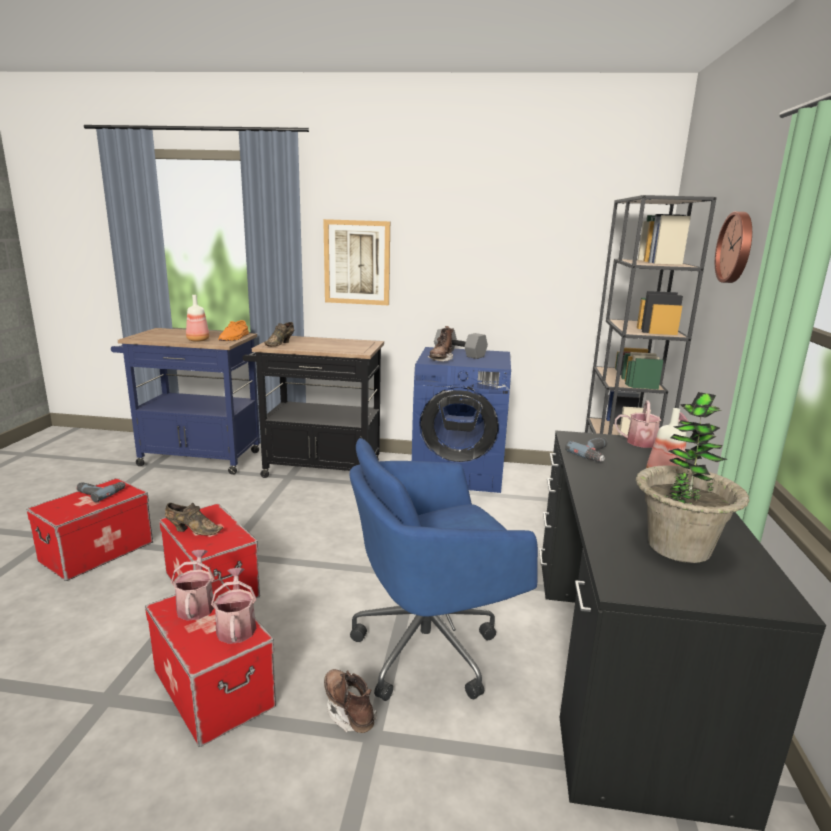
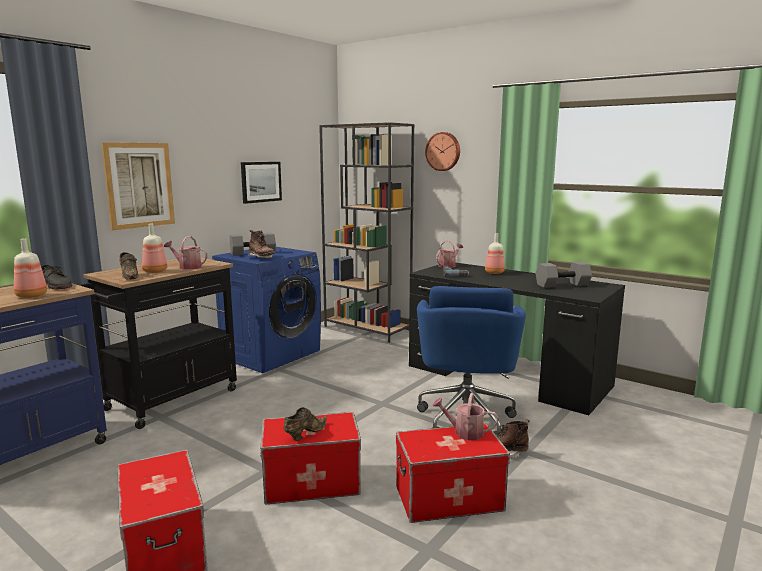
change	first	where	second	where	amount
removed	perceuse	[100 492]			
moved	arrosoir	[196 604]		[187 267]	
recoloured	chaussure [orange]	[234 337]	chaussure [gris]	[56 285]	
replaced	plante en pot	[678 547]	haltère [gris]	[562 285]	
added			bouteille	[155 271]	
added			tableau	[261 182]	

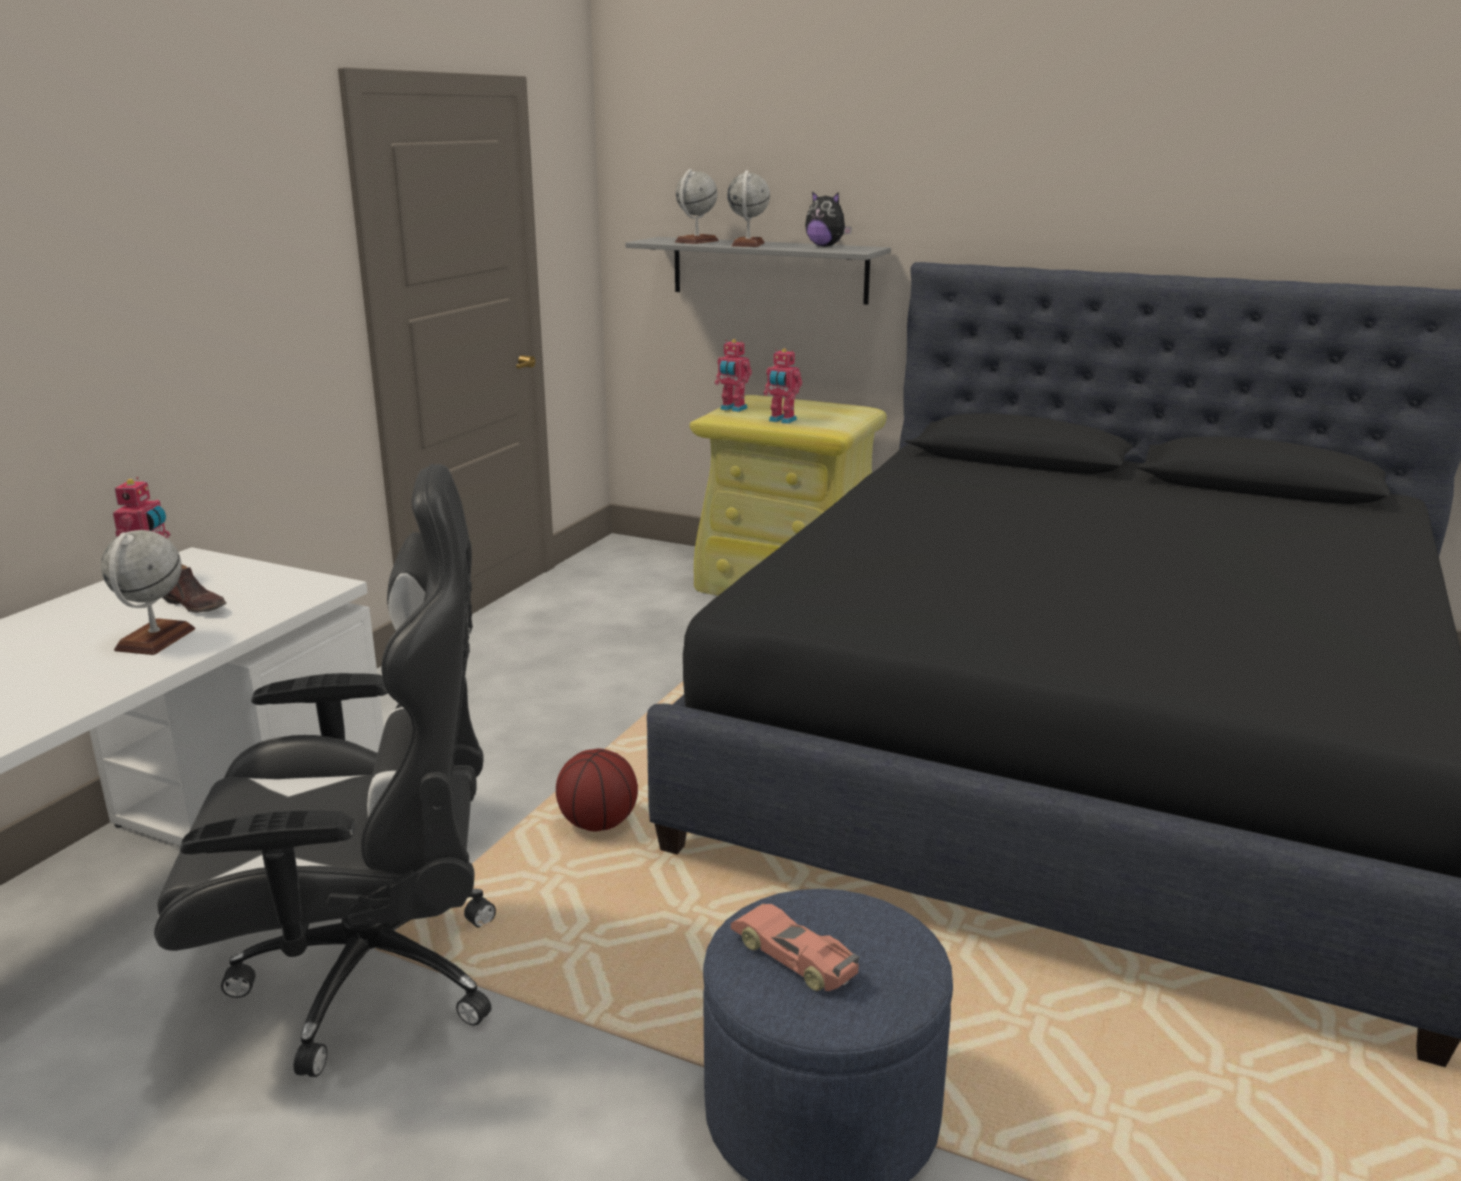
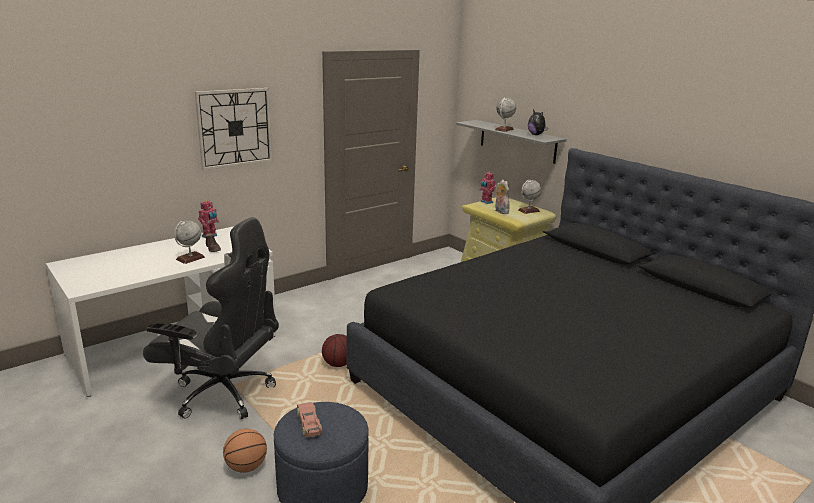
change	first	where	second	where	amount
moved	globe	[696 241]		[528 210]	
replaced	robot jouet	[782 420]	peluche	[500 211]	
added			horloge murale	[235 128]	
added			ballon de basket	[246 467]	

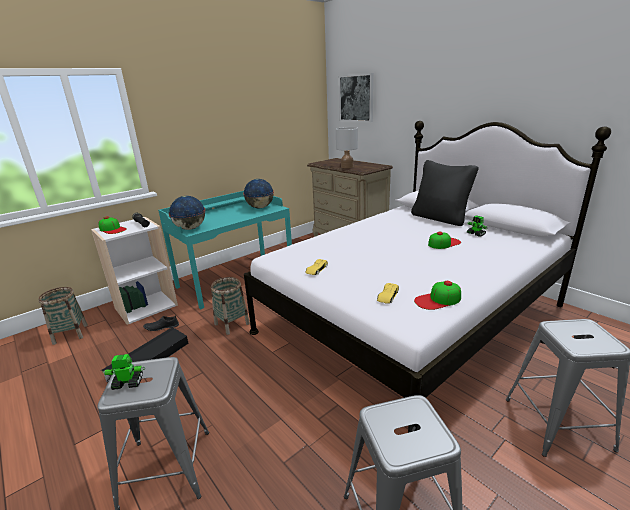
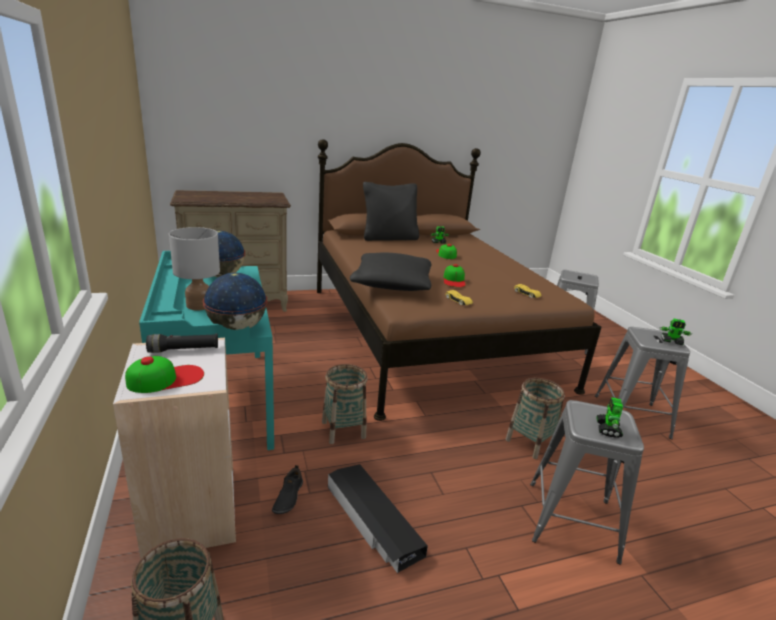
change	first	where	second	where	amount
recoloured	lit [blanc]	[410 319]	lit [marron]	[428 334]	
moved	lampe de table [gris]	[347 167]		[200 305]	
removed	tableau	[356 98]			
moved	casquette	[438 300]		[454 280]	
added			coussin [noir]	[392 284]	
added			panier	[530 442]	
added			robot jouet	[671 341]	

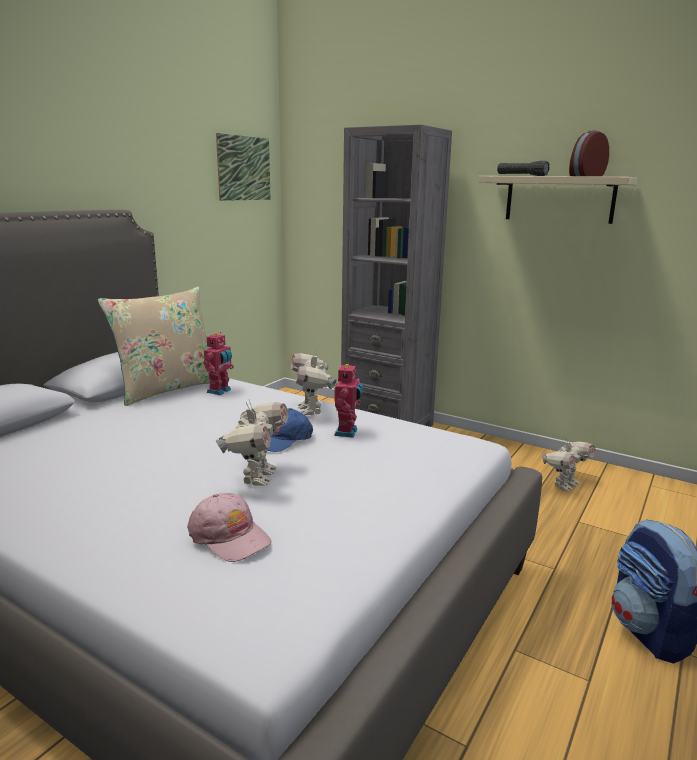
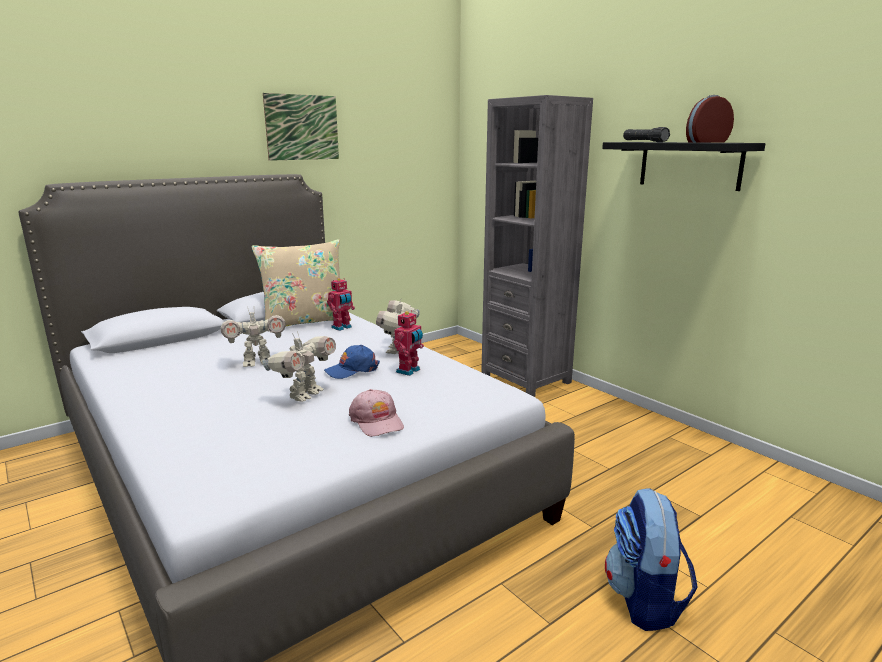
change	first	where	second	where	amount
moved	casquette [rose]	[229 536]		[377 421]	
moved	tableau	[244 168]		[302 127]	
recoloured	étagère [beige]	[559 199]	étagère [noir]	[689 165]	
moved	robot jouet	[564 485]		[257 363]	

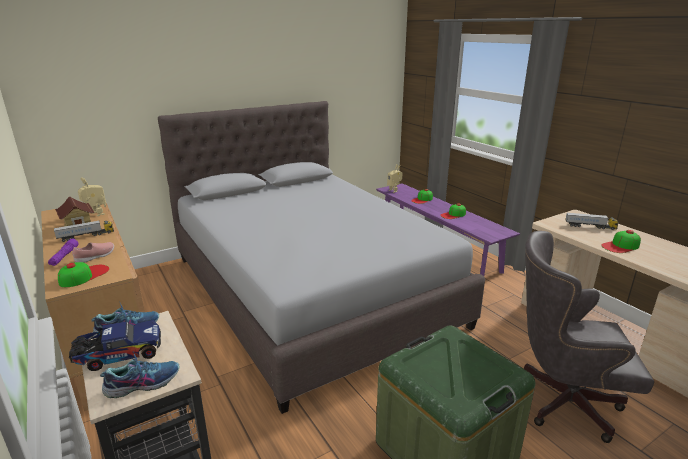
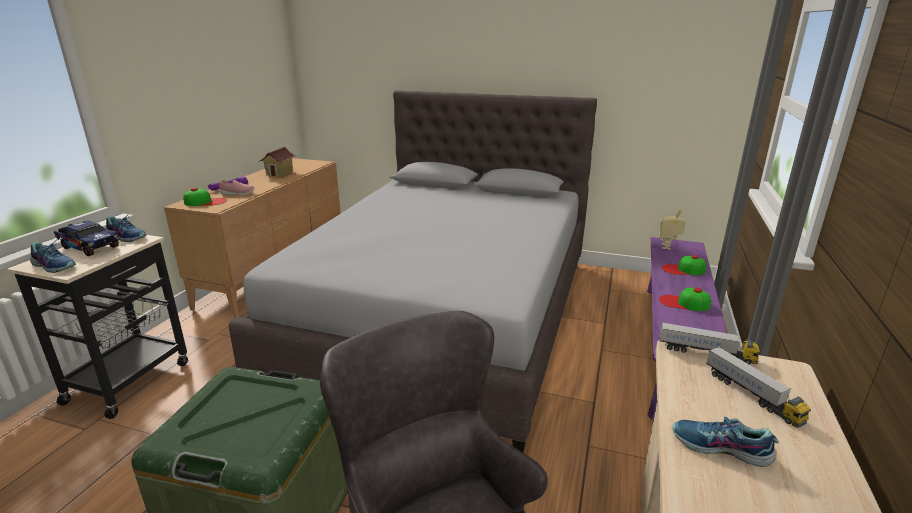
change	first	where	second	where	amount
moved	camion jouet	[86 236]		[706 353]	
removed	robot jouet	[96 214]			
replaced	casquette	[621 246]	chaussure	[720 448]	

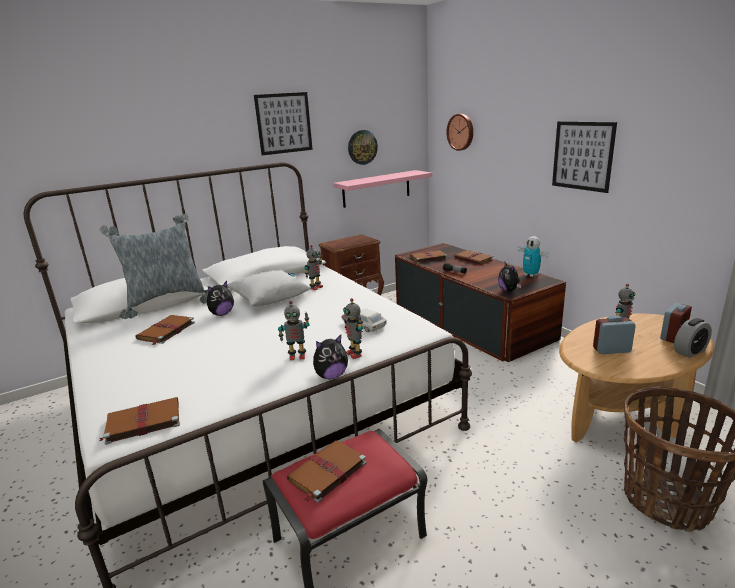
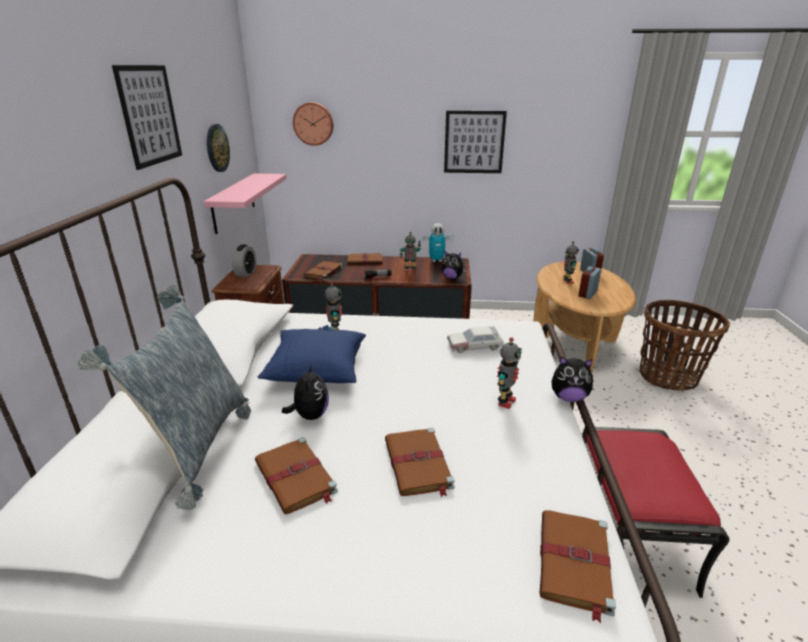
change	first	where	second	where	amount
recoloured	coussin [gris]	[269 298]	coussin [bleu]	[317 370]	
moved	livre [marron]	[326 472]		[418 464]	
turned	peluche	[331 376]		[568 398]	90 degrees clockwise
moved	robot jouet	[355 354]		[410 270]	
moved	réveil	[689 351]		[246 273]	

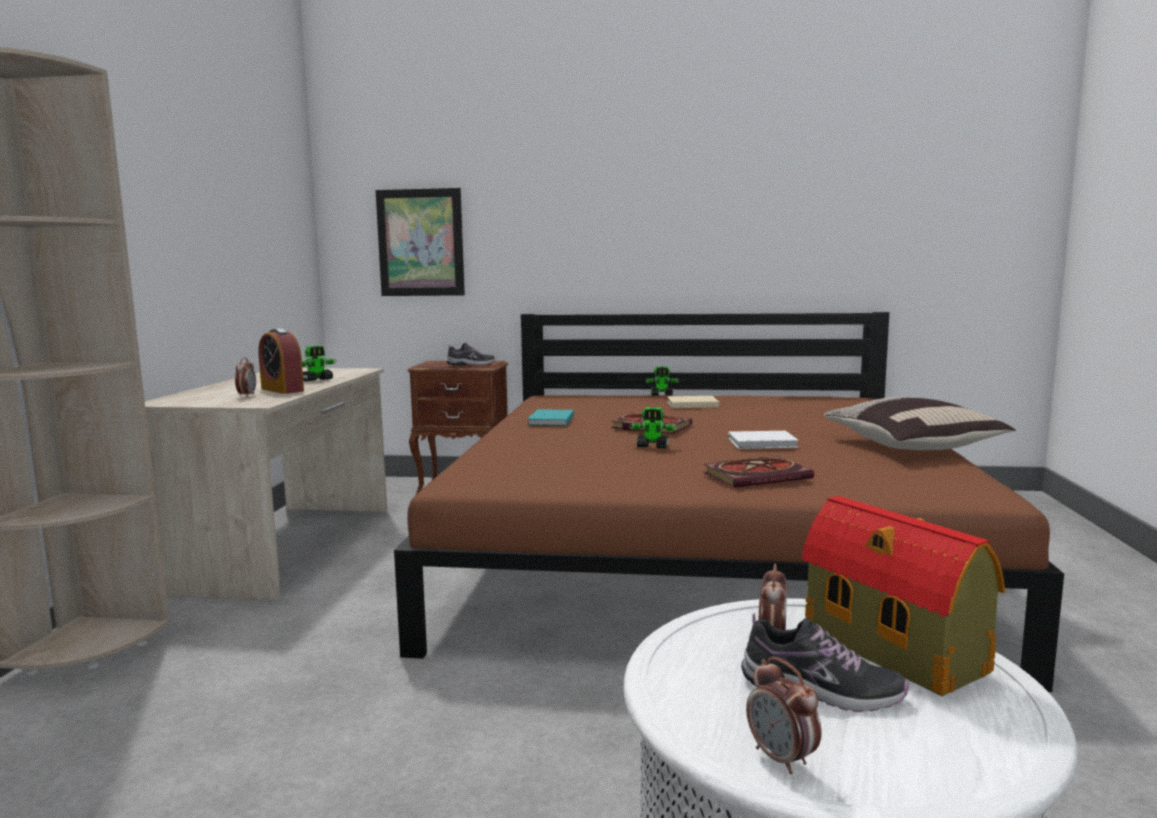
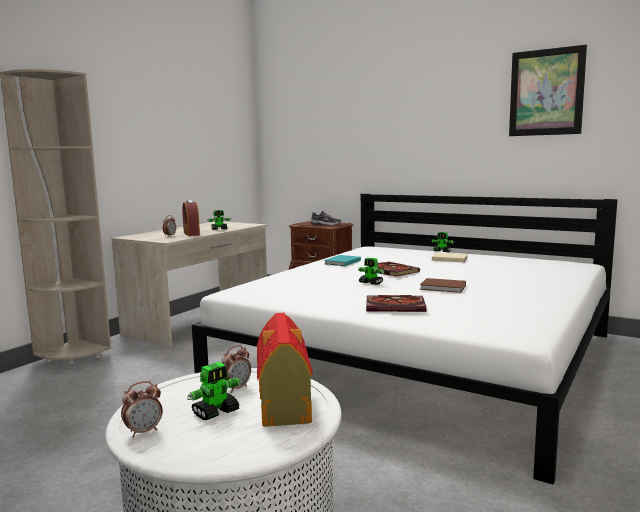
change	first	where	second	where	amount
moved	tableau	[420 243]		[546 92]	
recoloured	lit [marron]	[702 551]	lit [blanc]	[422 357]	
recoloured	livre [blanc]	[764 443]	livre [marron]	[444 288]	
replaced	chaussure	[821 690]	robot jouet	[216 412]	
turned	réveil	[781 759]		[144 431]	120 degrees counterclockwise
removed	coussin	[912 446]			

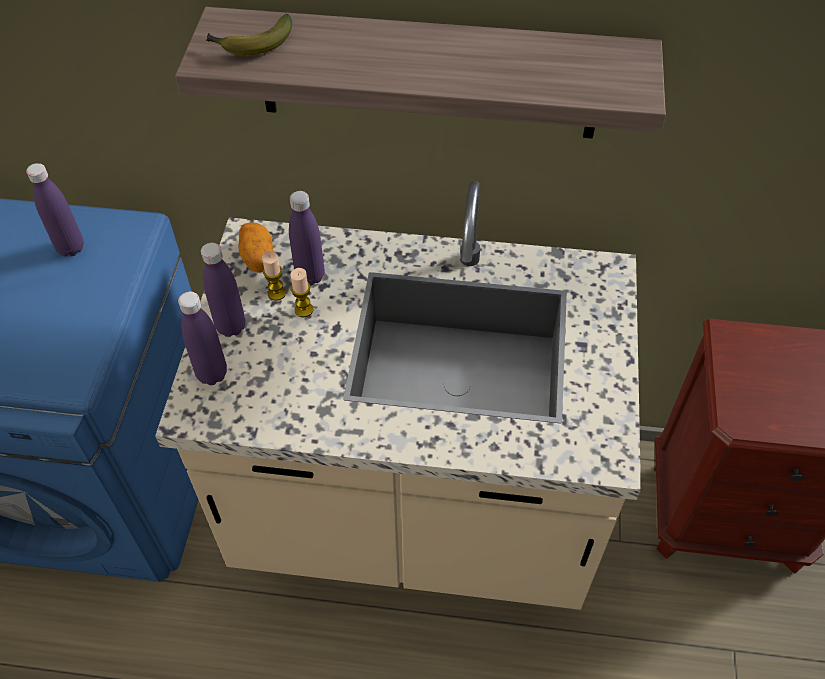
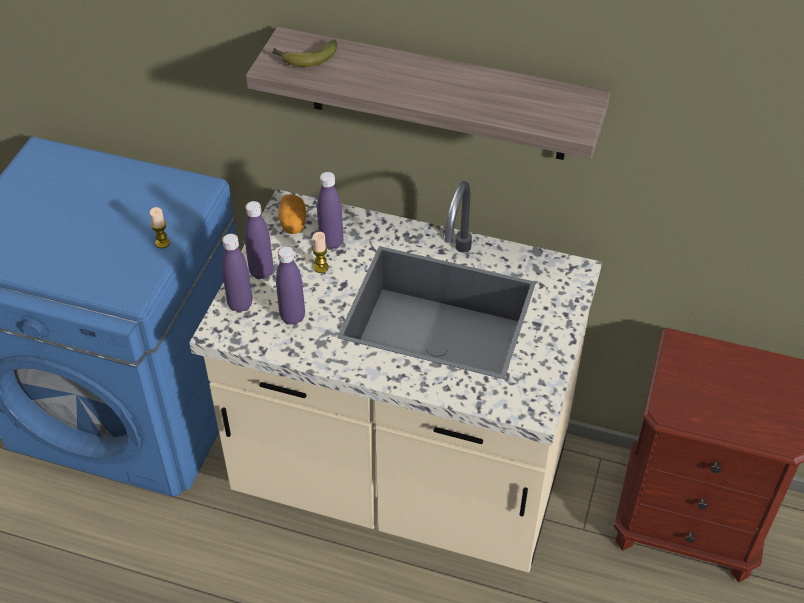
change	first	where	second	where	amount
moved	bouteille [violet]	[71 248]		[292 317]	
moved	bougie	[276 293]		[162 243]	

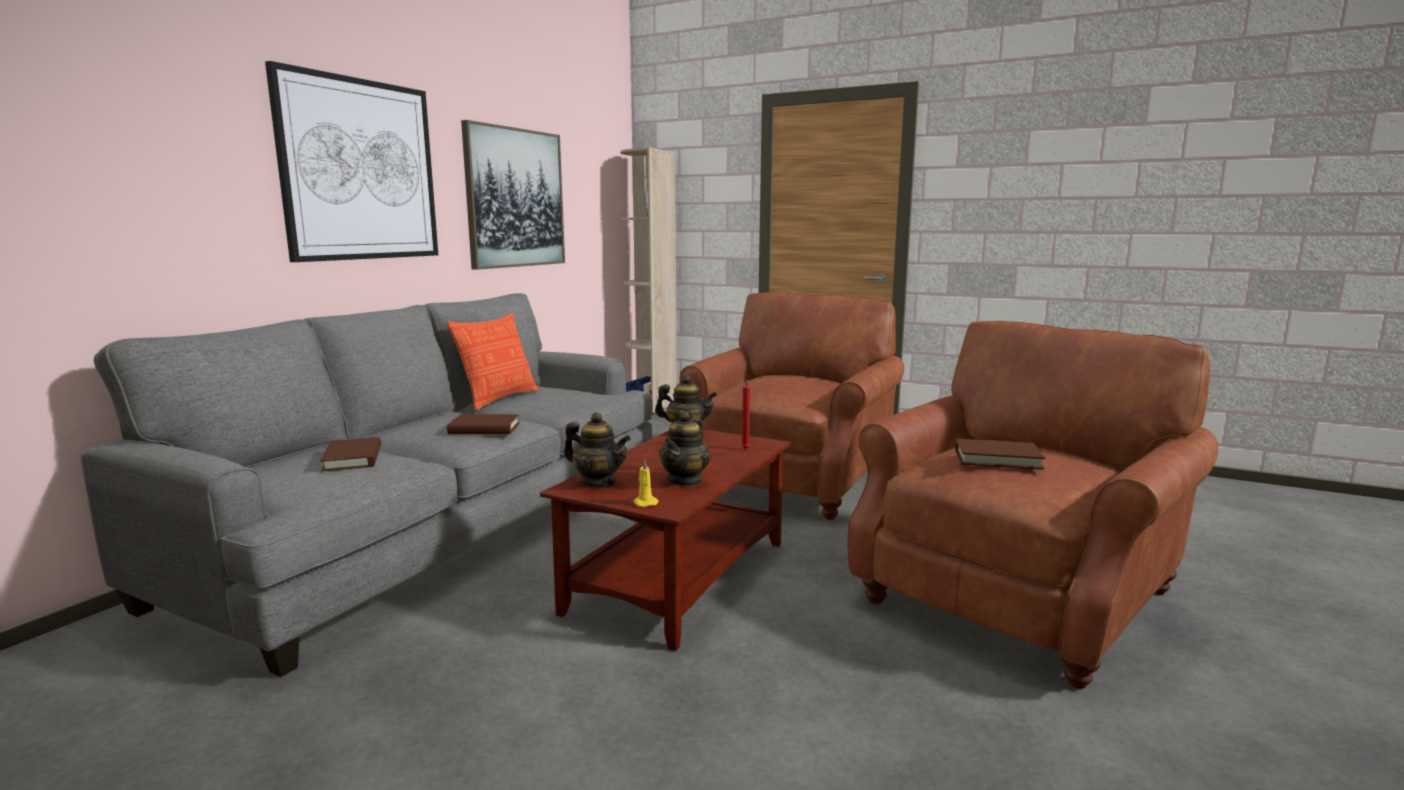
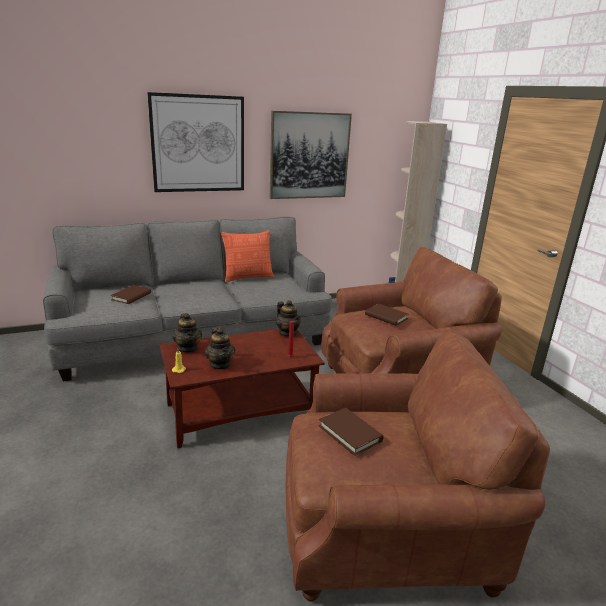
change	first	where	second	where	amount
moved	livre [marron]	[484 429]		[386 317]	
turned	théière	[685 480]		[220 365]	90 degrees counterclockwise

